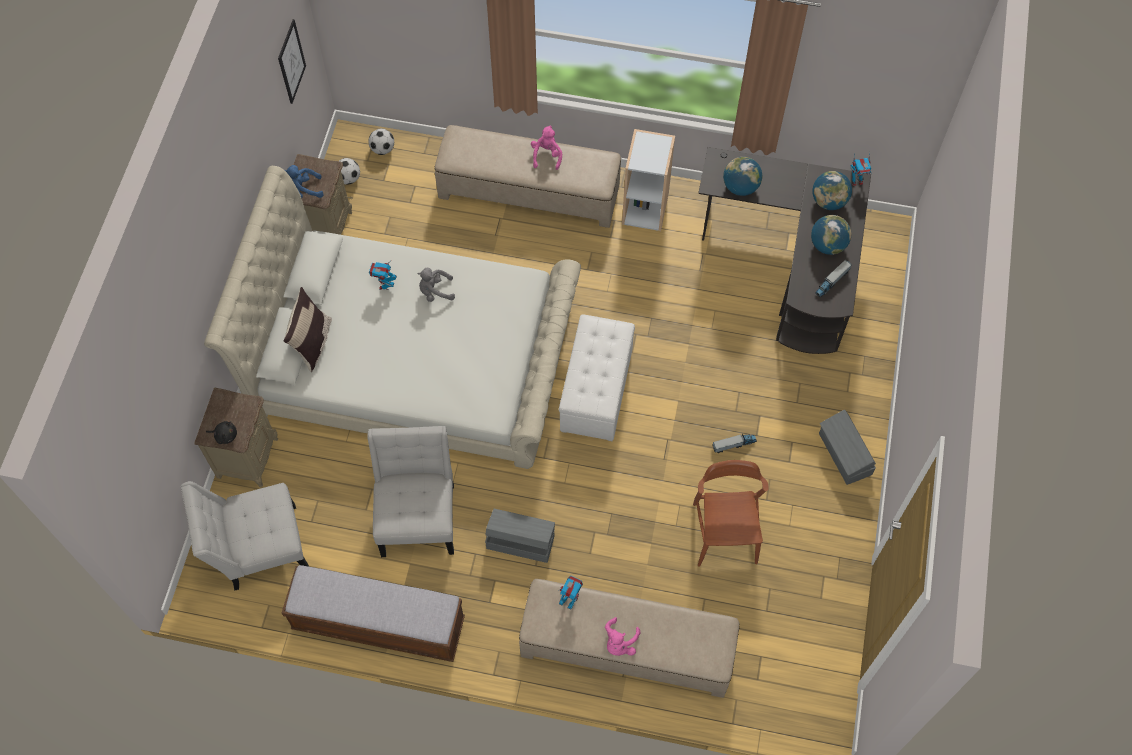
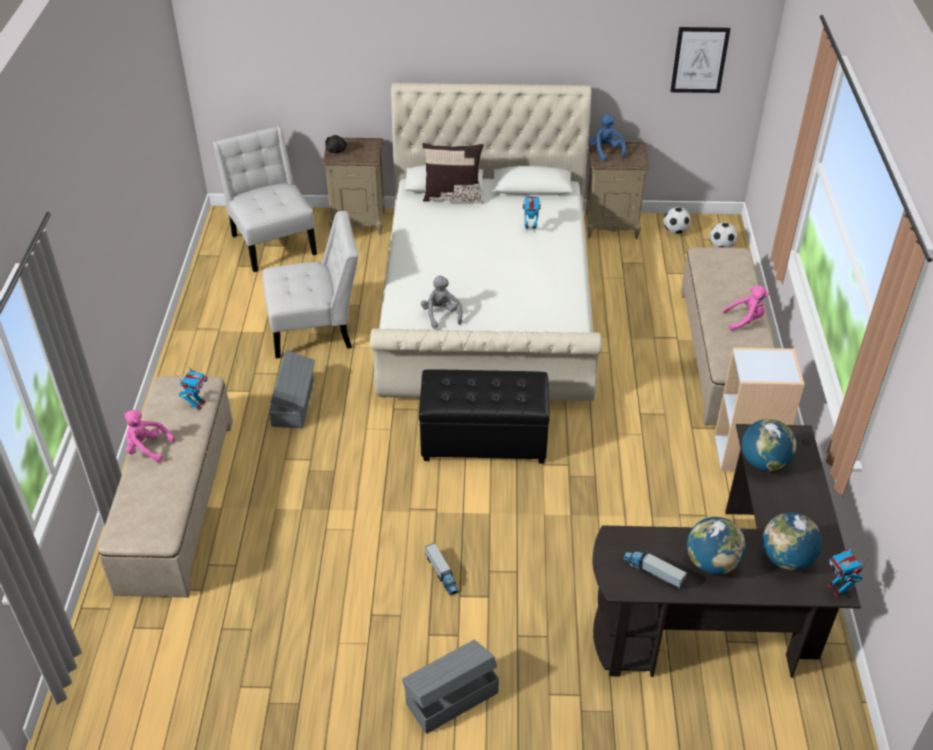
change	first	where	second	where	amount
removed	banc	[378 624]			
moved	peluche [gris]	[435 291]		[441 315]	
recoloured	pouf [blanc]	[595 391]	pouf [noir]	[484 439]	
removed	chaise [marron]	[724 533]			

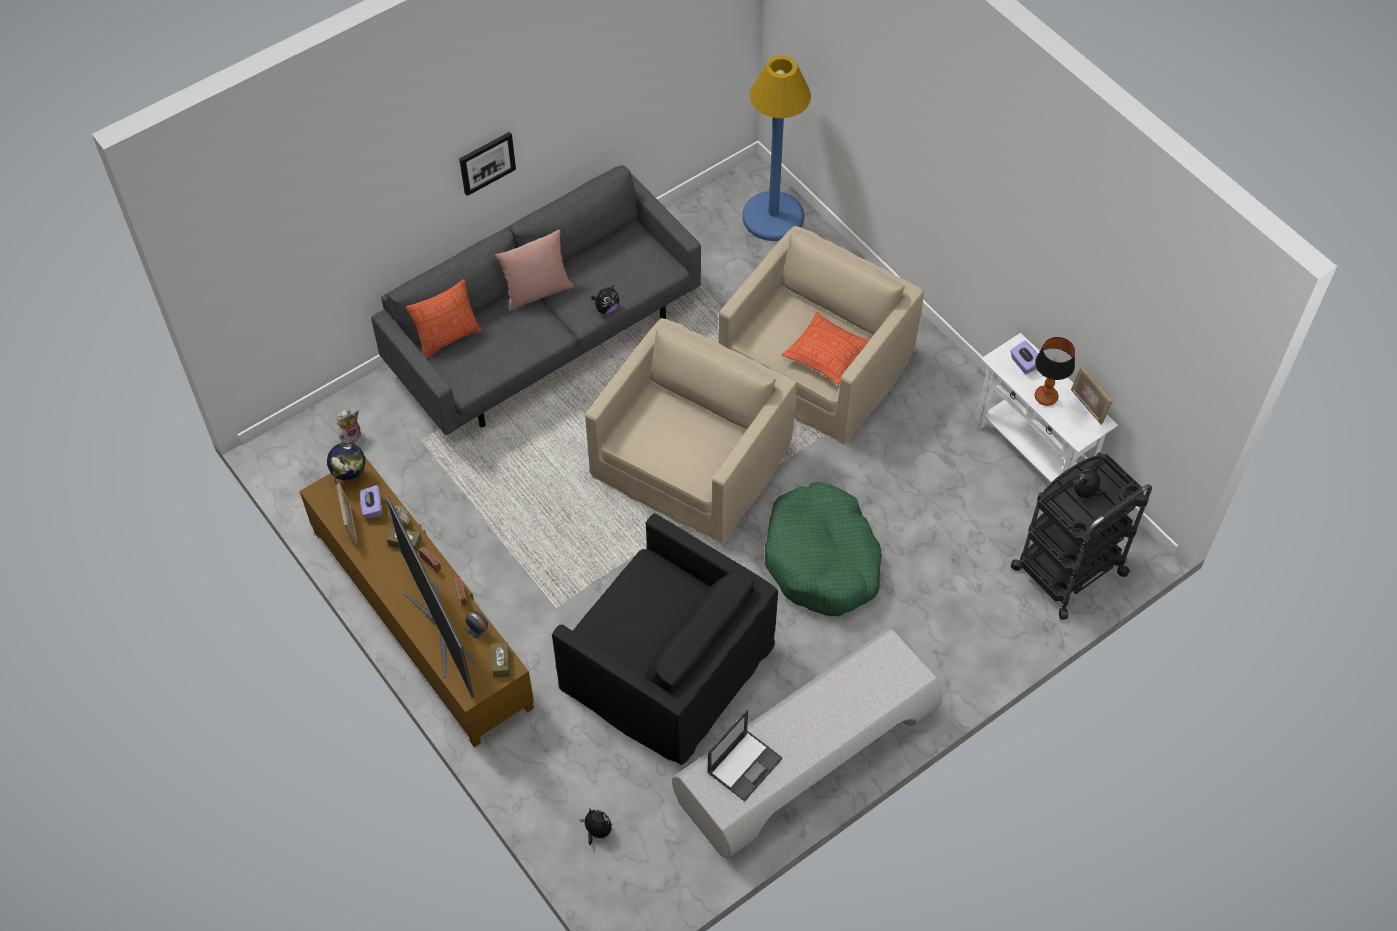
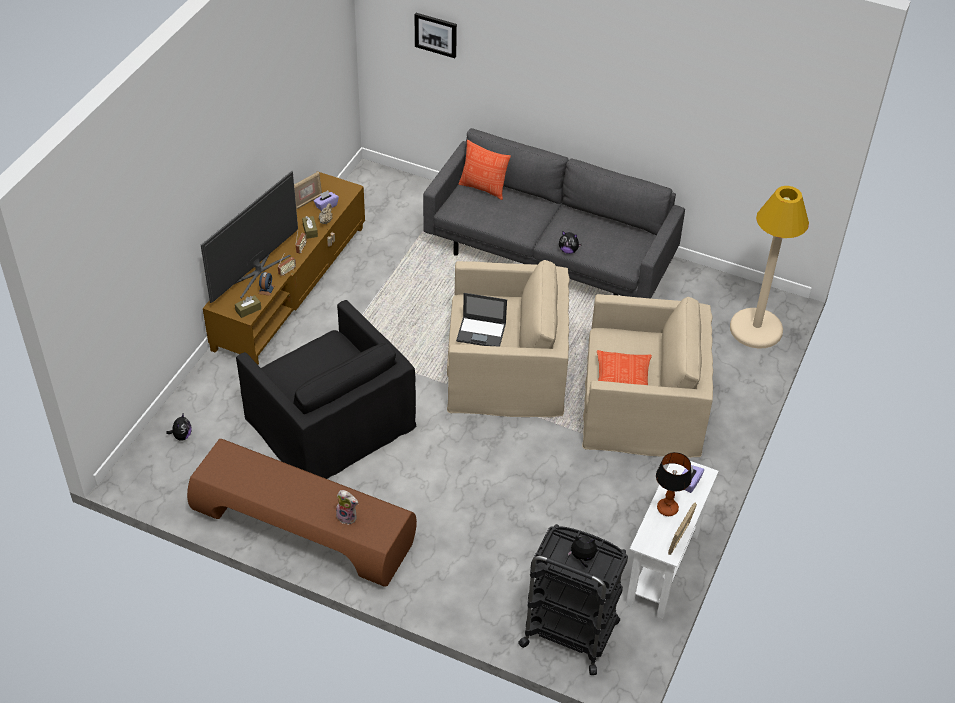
change	first	where	second	where	amount
removed	globe	[350 477]			
moved	peluche	[350 436]		[348 516]	
moved	tableau	[486 162]		[436 34]	
removed	coussin [rose]	[537 292]			
turned	fauteuil [noir]	[667 665]		[330 421]	45 degrees counterclockwise
recoloured	banc [gris]	[807 755]	banc [marron]	[303 527]	
moved	ordinateur portable	[745 764]		[482 332]	
recoloured	lampadaire [bleu]	[773 217]	lampadaire [beige]	[756 329]	
removed	panier pour chien [vert]	[822 560]			

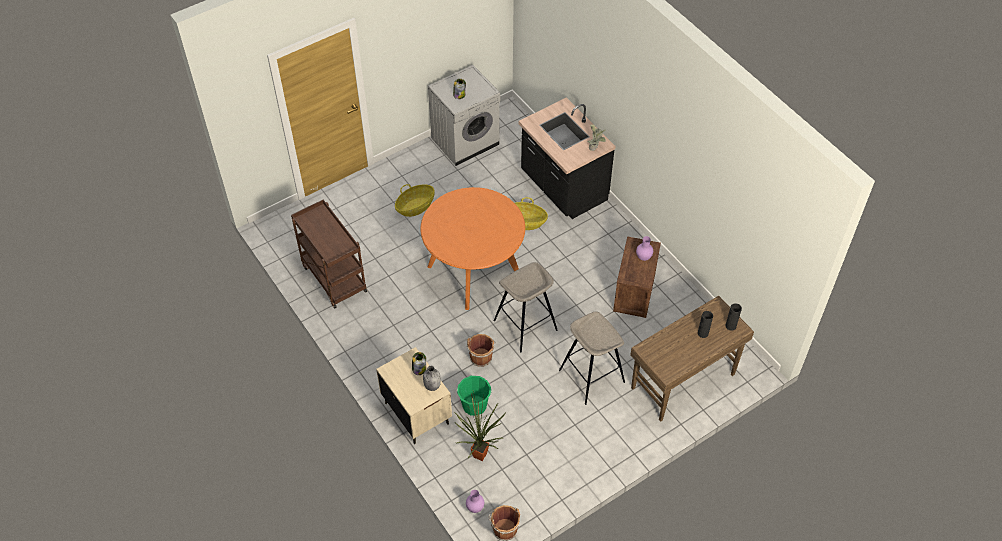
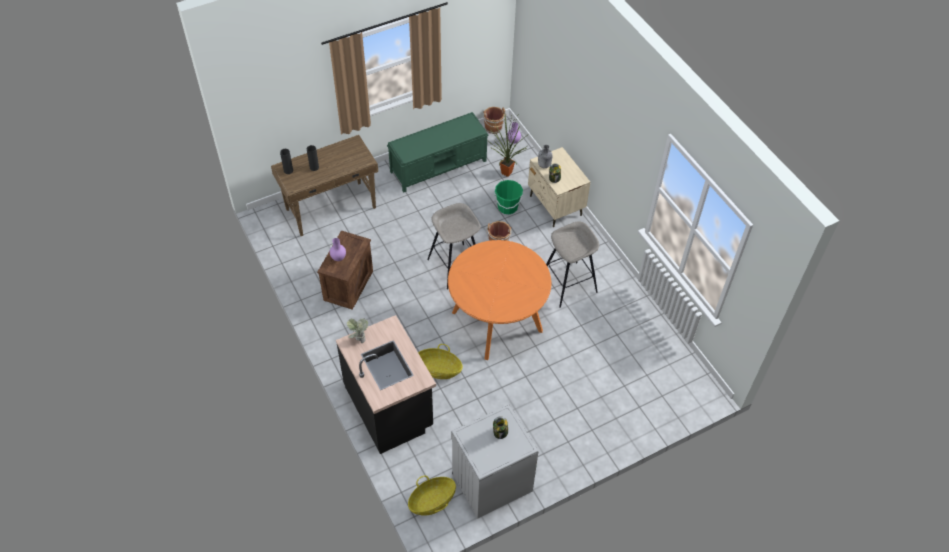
change	first	where	second	where	amount
removed	chariot [marron]	[333 278]			
moved	panier	[415 207]		[432 501]	
moved	tabouret [gris]	[591 376]		[568 284]	
added			banc [vert]	[439 166]	

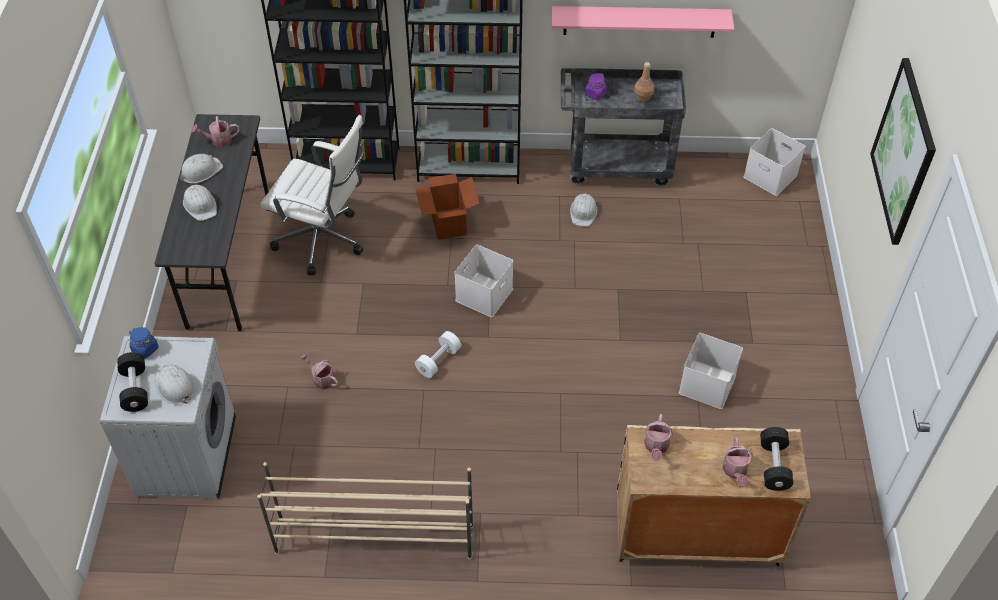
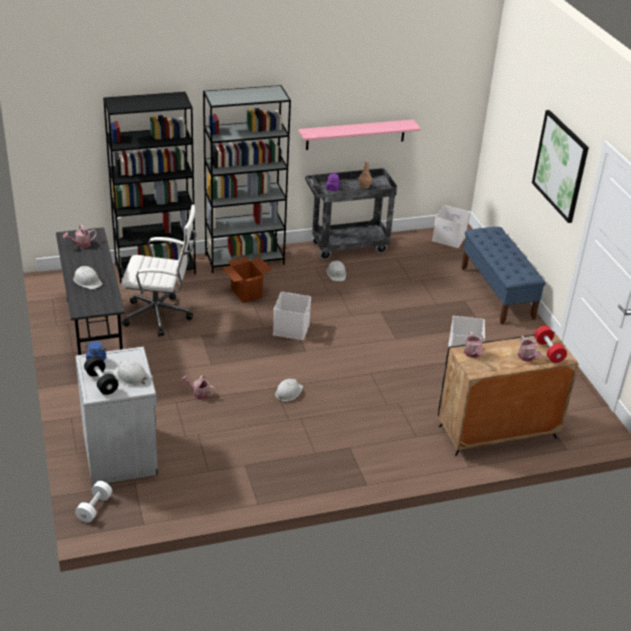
change	first	where	second	where	amount
moved	casque de chantier [blanc]	[201 171]		[288 392]	
removed	étagère à chaussures [beige]	[374 539]			
moved	haltère [blanc]	[438 361]		[94 508]	
recoloured	meuble de rangement [beige]	[695 535]	meuble de rangement [noir]	[497 432]	
recoloured	haltère [noir]	[774 466]	haltère [rouge]	[548 351]	
added			banc [bleu]	[497 293]	

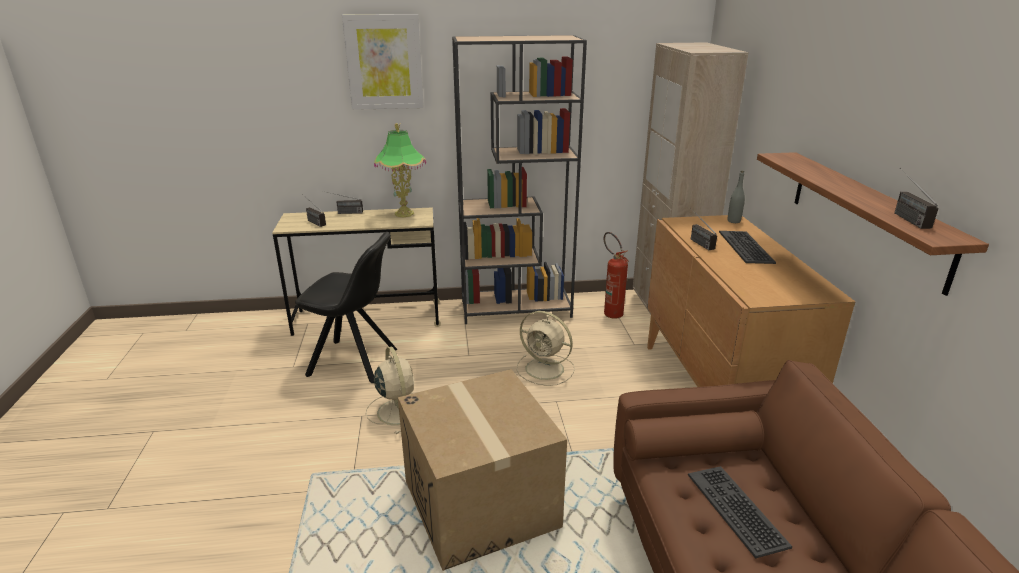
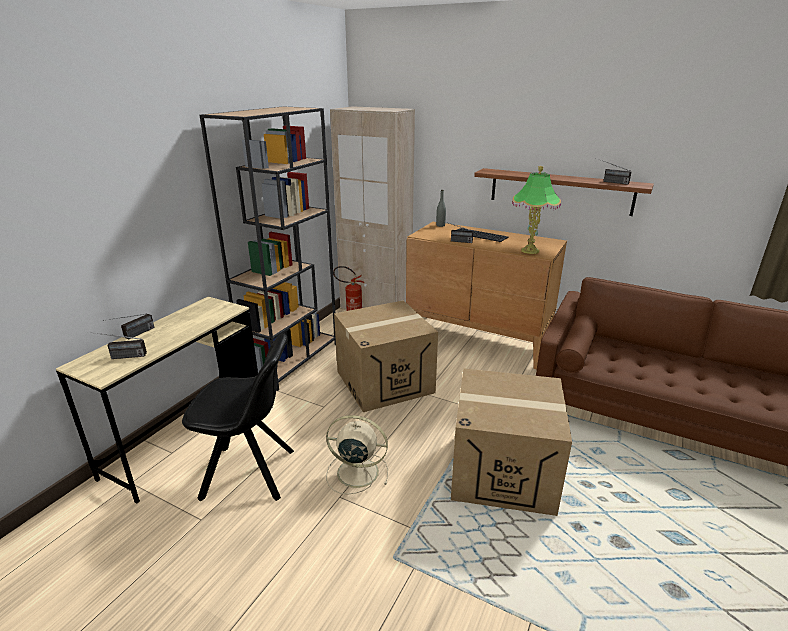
change	first	where	second	where	amount
turned	chaise [noir]	[354 362]		[249 473]	45 degrees clockwise
removed	tableau	[384 62]			
moved	lampe de table	[404 214]		[530 251]	
replaced	ventilateur [beige]	[546 369]	carton	[385 381]	
removed	clavier	[737 509]			

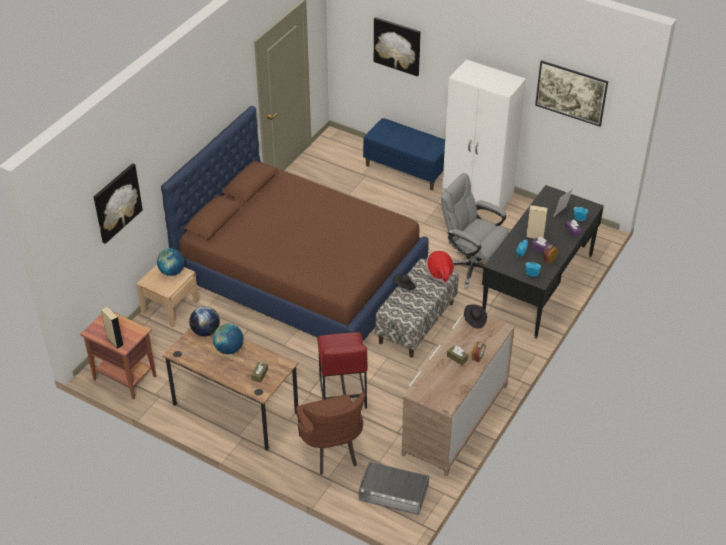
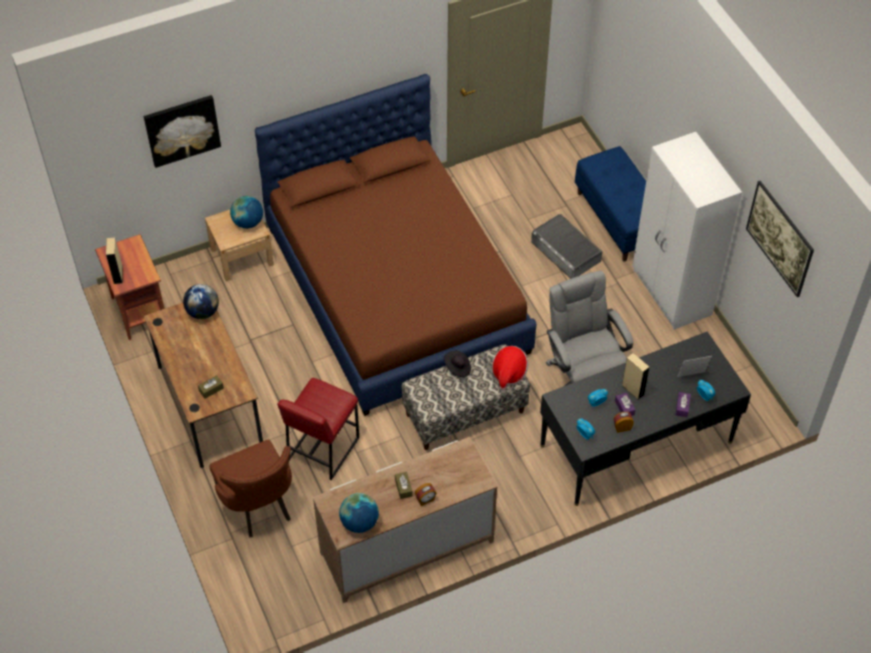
change	first	where	second	where	amount
moved	globe	[229 349]		[359 522]	
turned	chaise [marron]	[331 451]		[258 506]	45 degrees counterclockwise
moved	boîte de rangement [gris]	[394 492]		[566 251]	
removed	tableau	[397 45]			
removed	chapeau [noir]	[474 320]			

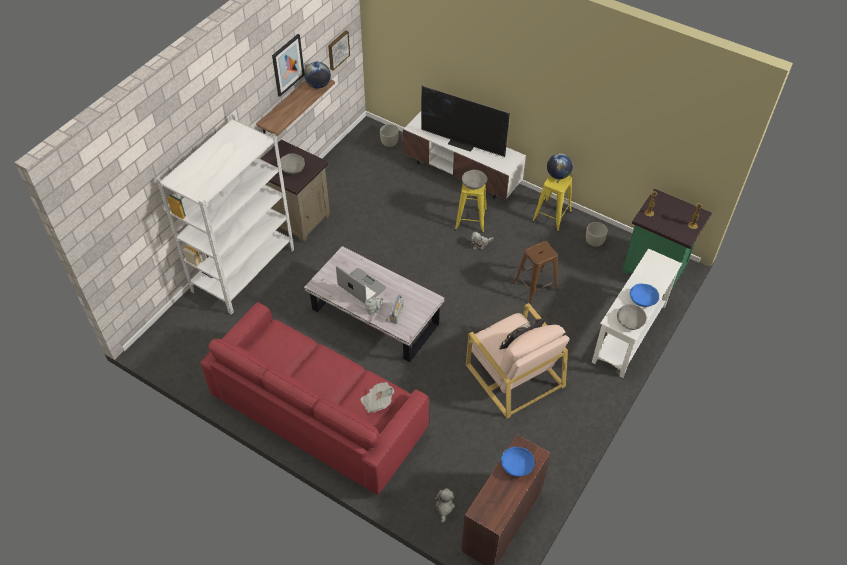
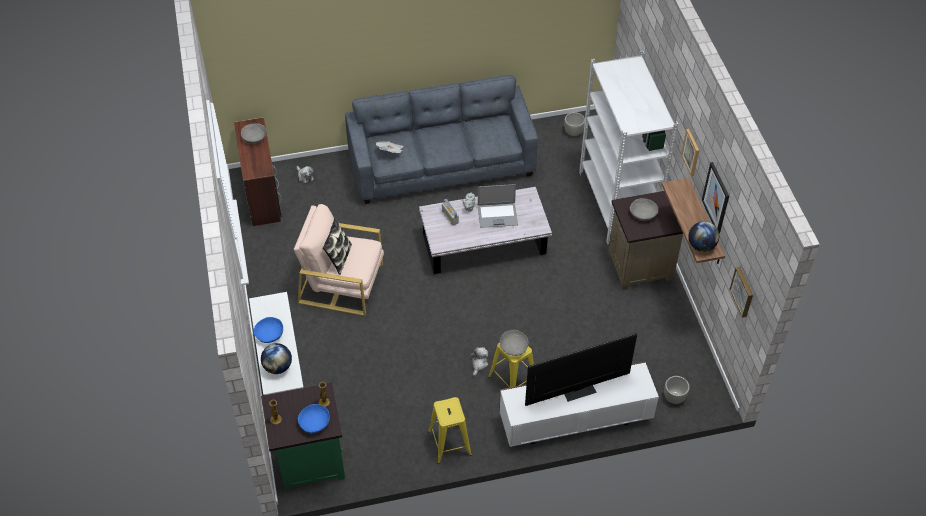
change	first	where	second	where	amount
recoloured	canapé [rouge]	[318 413]	canapé [gris]	[441 164]	
moved	bol [bleu]	[516 466]		[314 423]	
removed	tabouret [marron]	[535 286]			
moved	globe	[558 175]		[278 367]	
moved	cache-pot [gris]	[594 242]		[573 132]	
moved	bol [gris]	[630 321]		[254 138]	
added			tableau	[691 152]	

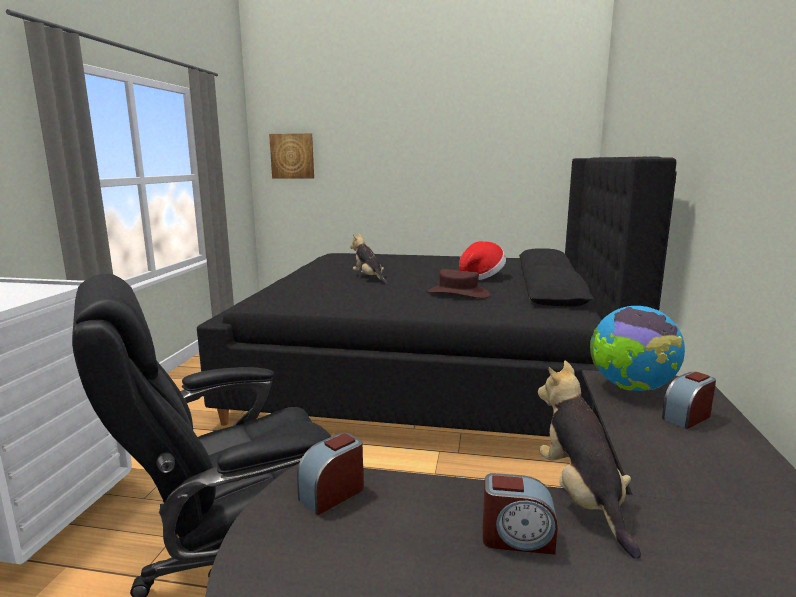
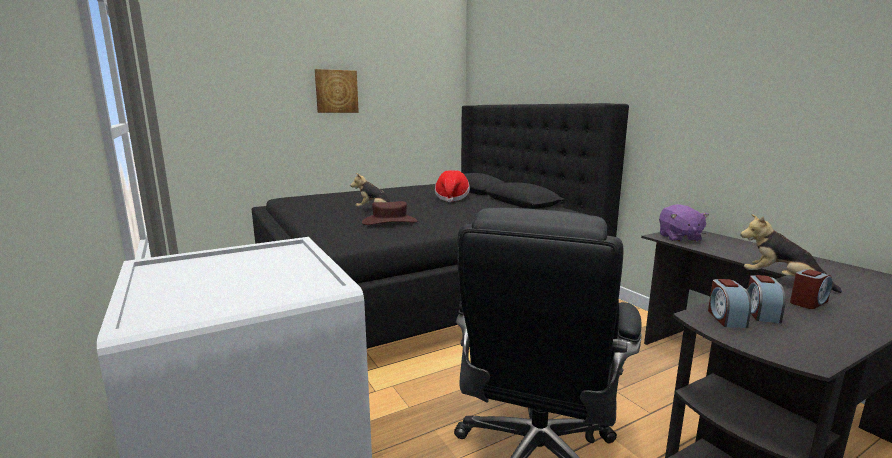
change	first	where	second	where	amount
moved	tableau	[292 156]		[336 91]	
moved	chapeau [marron]	[458 293]		[390 222]	
replaced	globe	[631 388]	peluche [violet]	[679 238]	
moved	réveil	[686 417]		[761 313]	

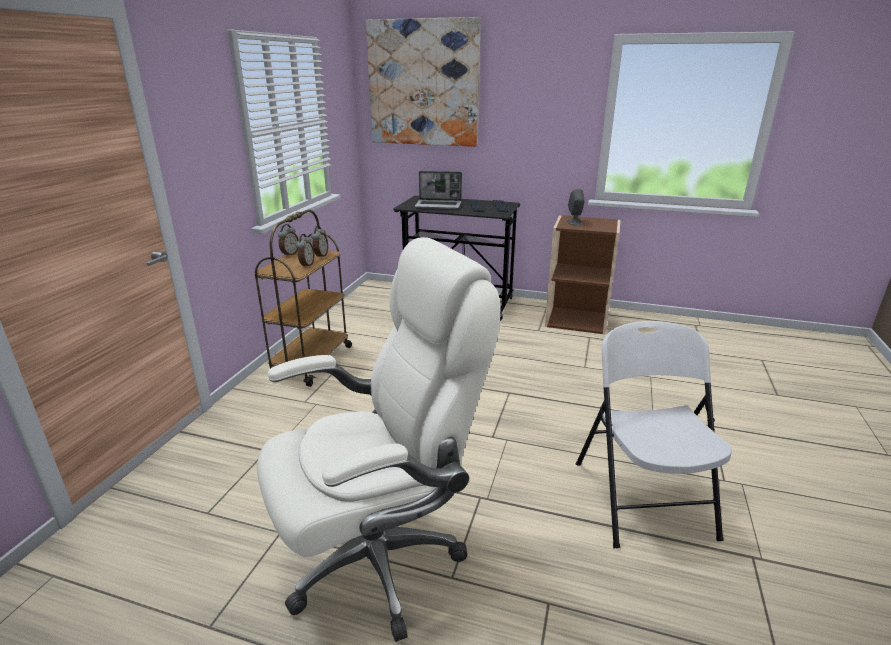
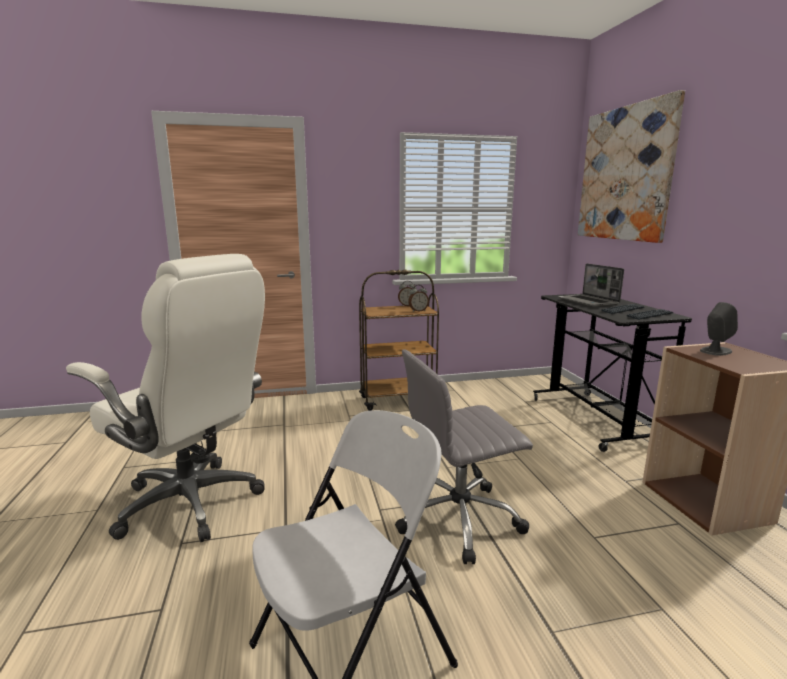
change	first	where	second	where	amount
removed	réveil	[306 265]			
added			chaise de bureau [gris]	[458 519]	

